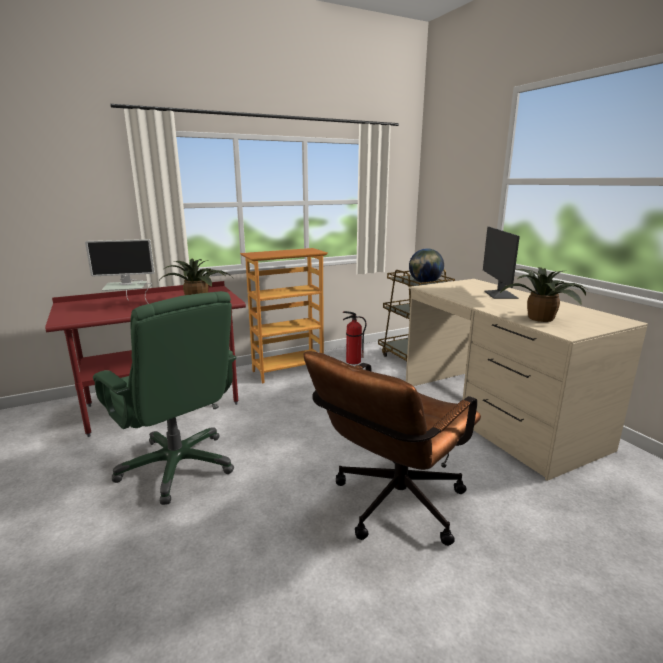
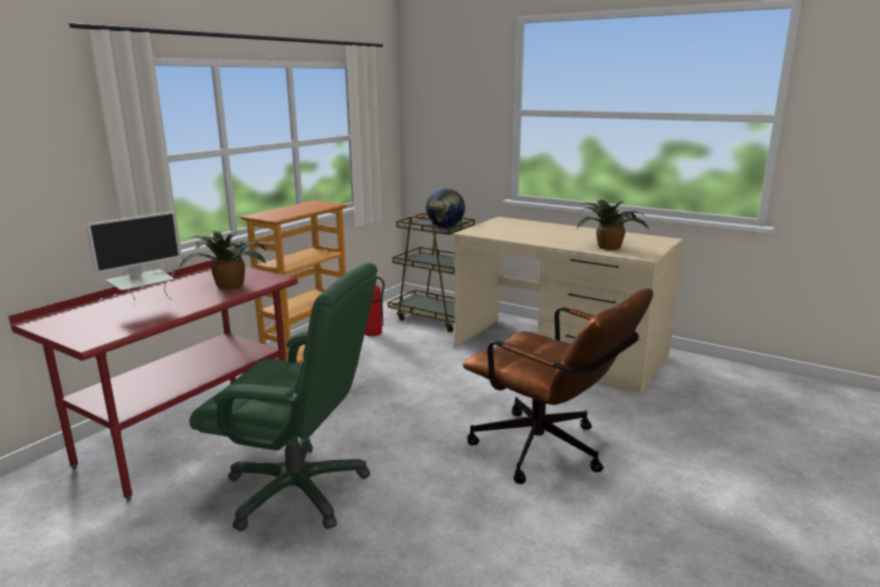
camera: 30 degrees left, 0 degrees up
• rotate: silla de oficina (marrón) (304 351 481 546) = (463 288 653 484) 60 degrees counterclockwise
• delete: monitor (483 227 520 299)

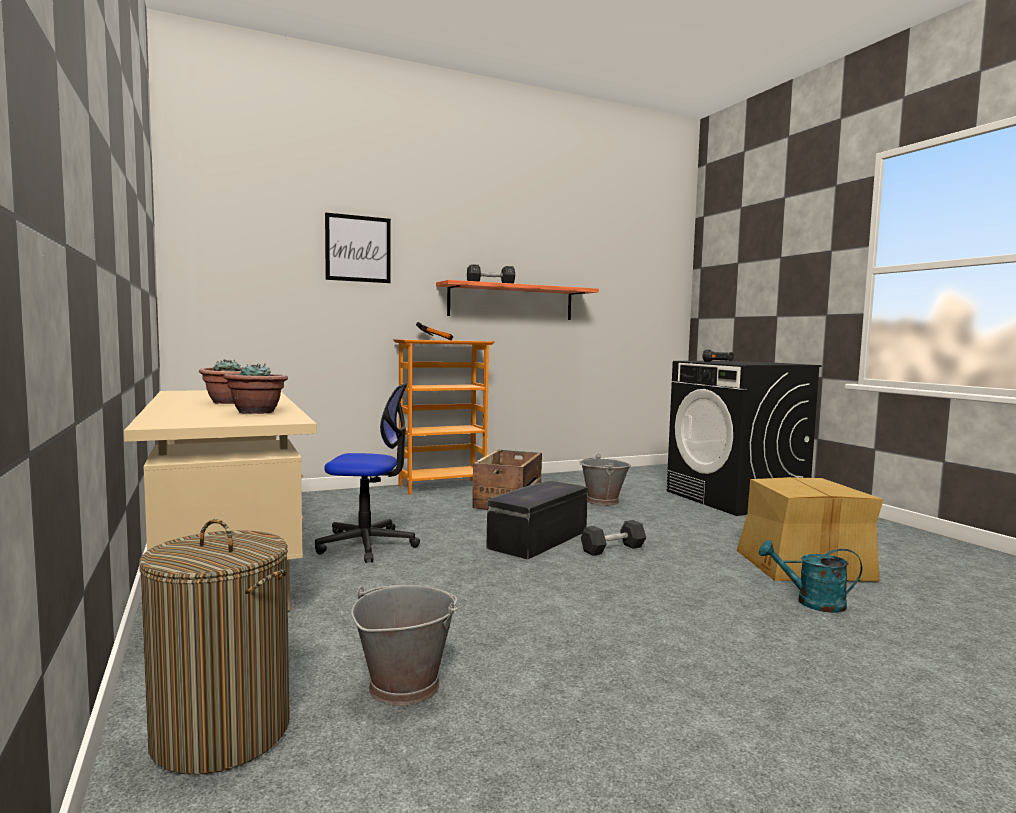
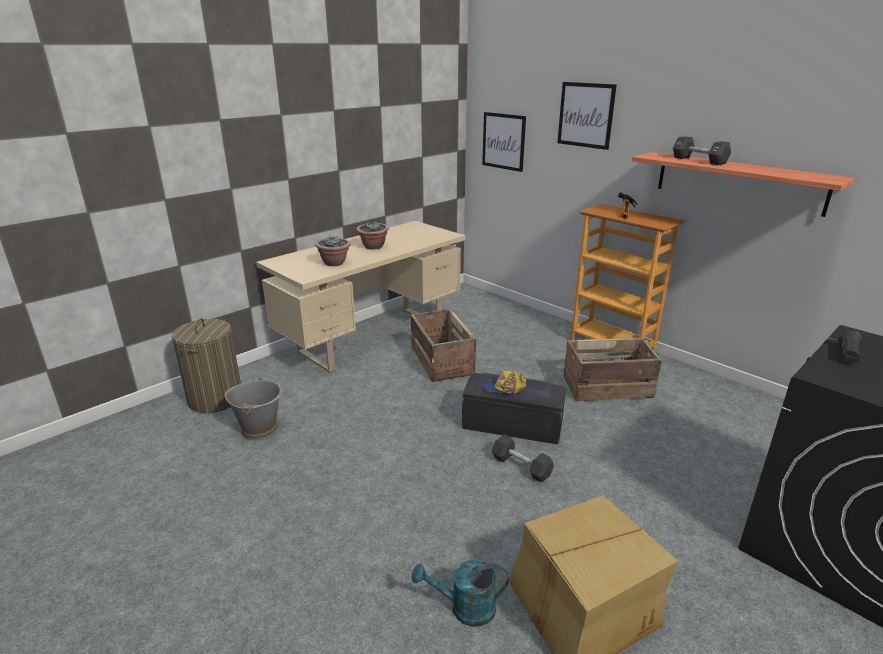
camera: 70 degrees right, 20 degrees up
• replace: silla de oficina (315 383 420 563) to caja de embalaje (411 309 476 382)
• delete: cubo (gris) (579 454 631 506)
• rotate: regadera (turquesa) (759 540 862 613) = (412 560 509 627) 90 degrees counterclockwise
• insert: cuadro (482 112 526 172)
• insert: gorra (484 370 528 393)

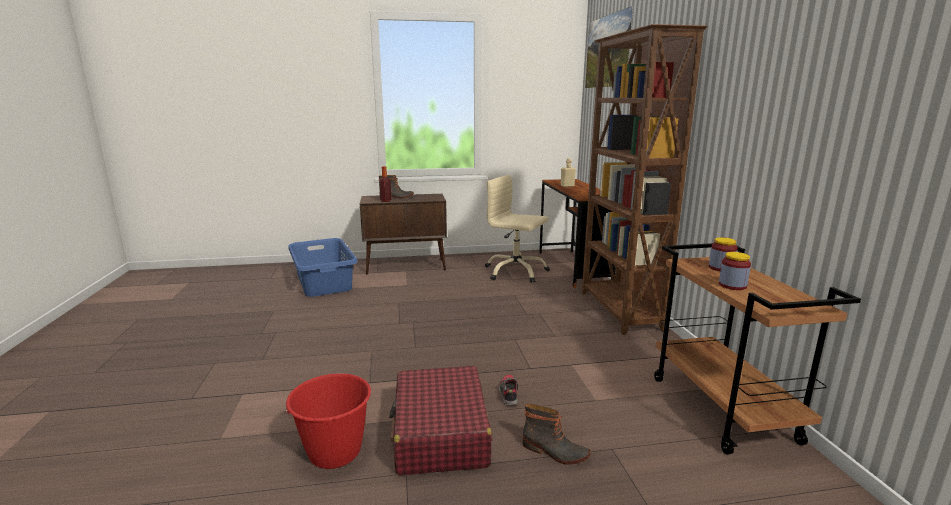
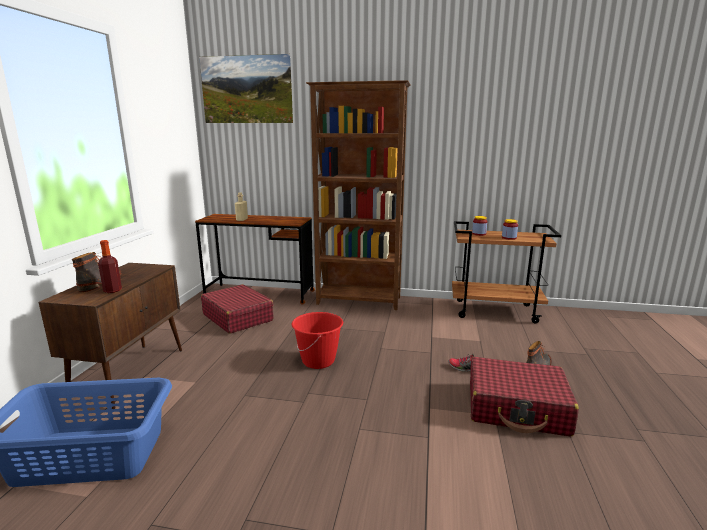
camera: 70 degrees left, 0 degrees up
• move: cubo (rojo) (285 373 371 469) to (292 312 343 369)
• replace: silla de oficina (beis) (485 175 550 283) to maleta (rojo) (201 284 273 334)

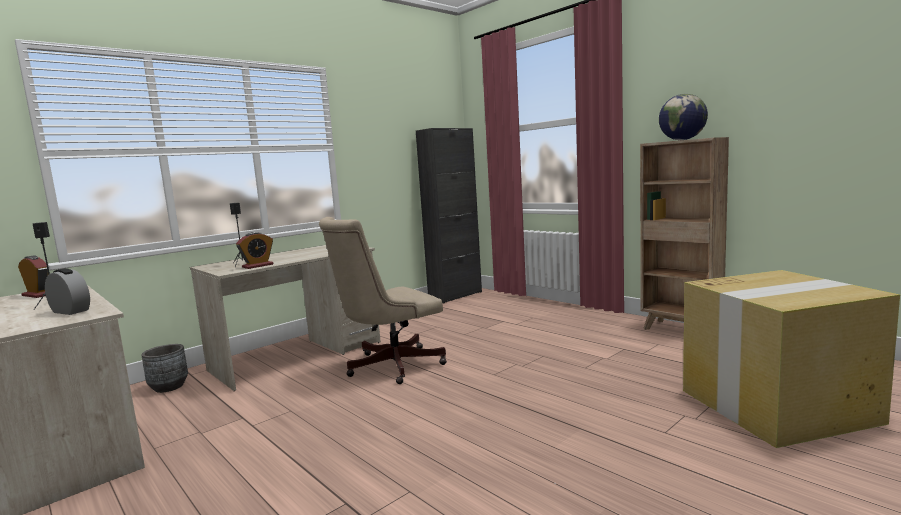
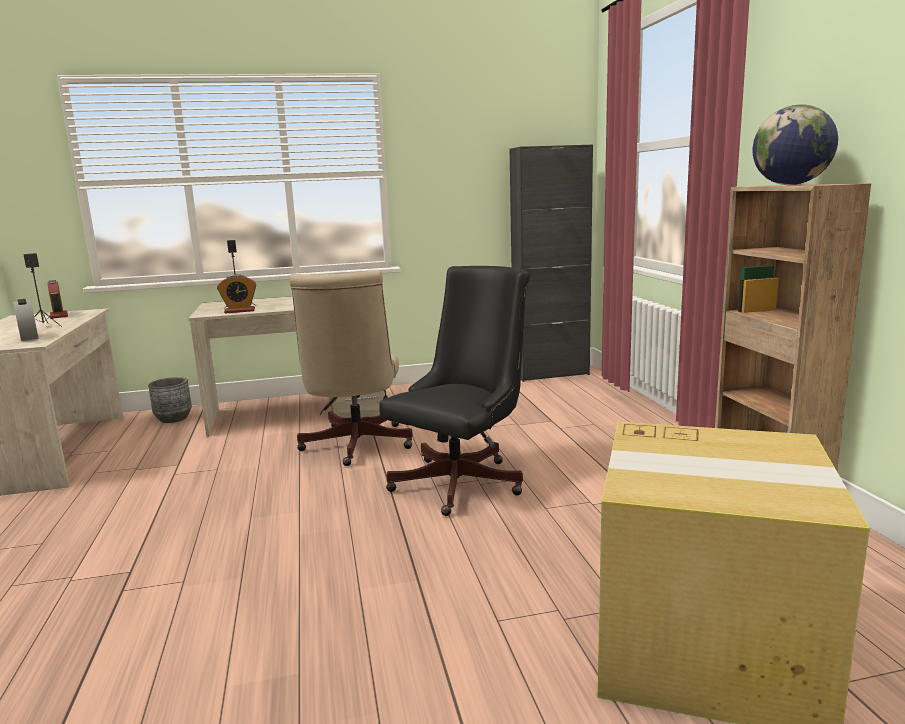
camera: 30 degrees right, 5 degrees up
• rotate: silla de oficina (beis) (319 217 447 384) = (289 270 413 466) 90 degrees counterclockwise
• insert: silla de oficina (negro) (379 266 530 516)

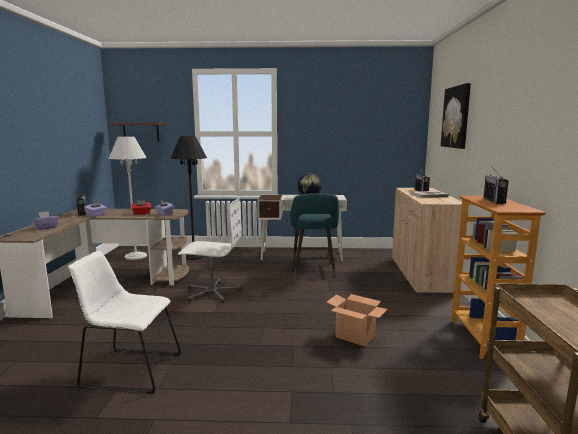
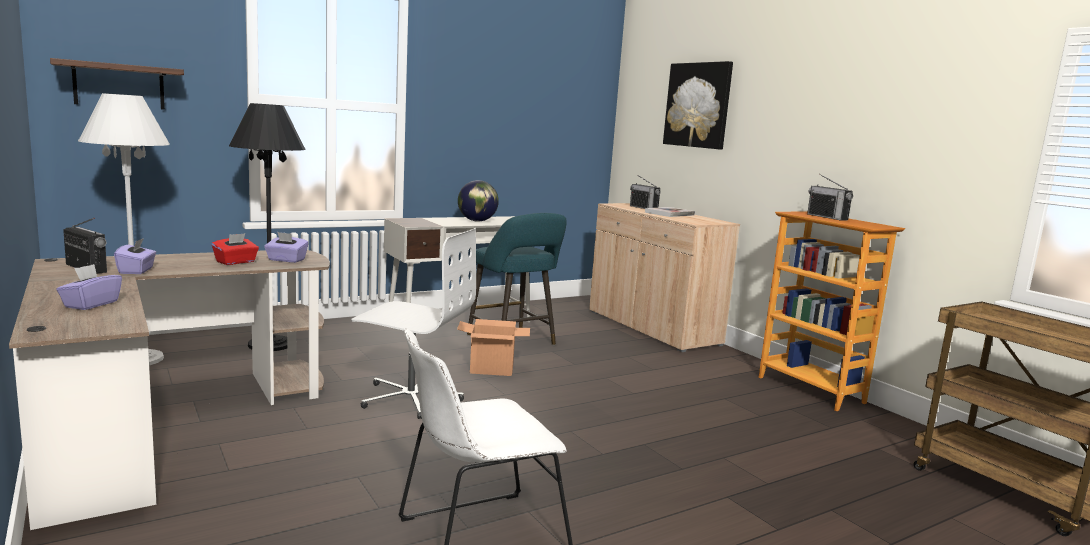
camera: 35 degrees left, 0 degrees up
• rotate: silla de oficina (blanco) (178 197 242 303) = (351 229 476 419) 45 degrees clockwise
• move: caja de cartón (327 294 388 347) to (457 319 530 376)

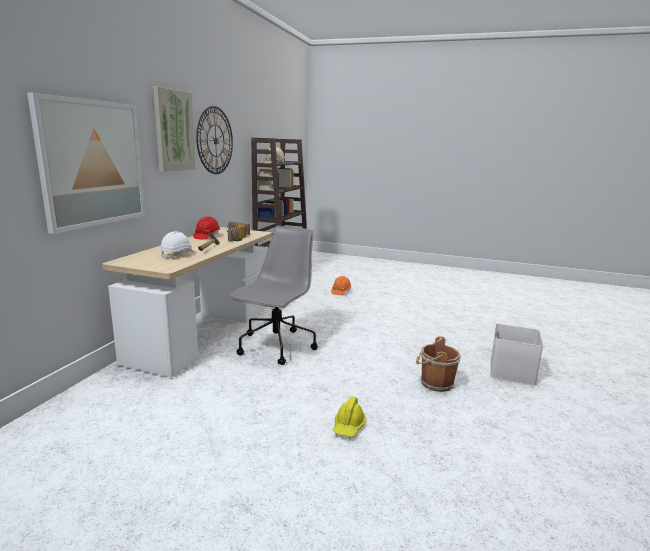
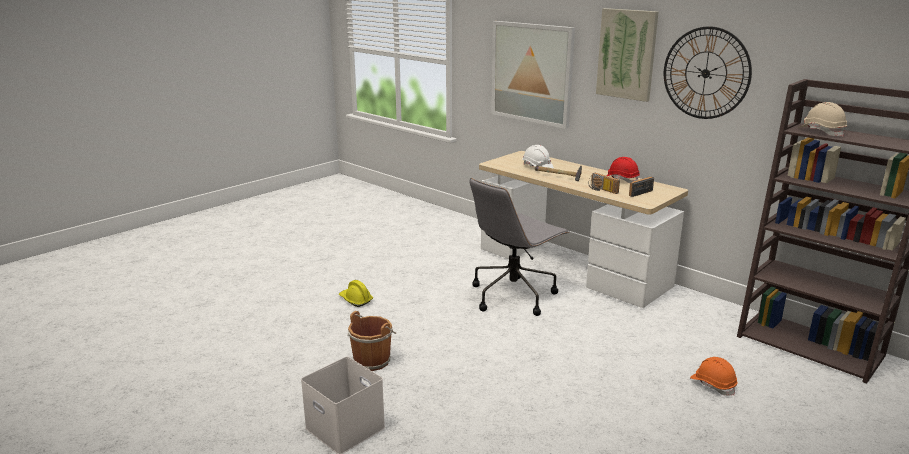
camera: 115 degrees right, 5 degrees up
• rotate: silla de oficina (gris) (228 226 318 365) = (470 178 569 316) 90 degrees clockwise

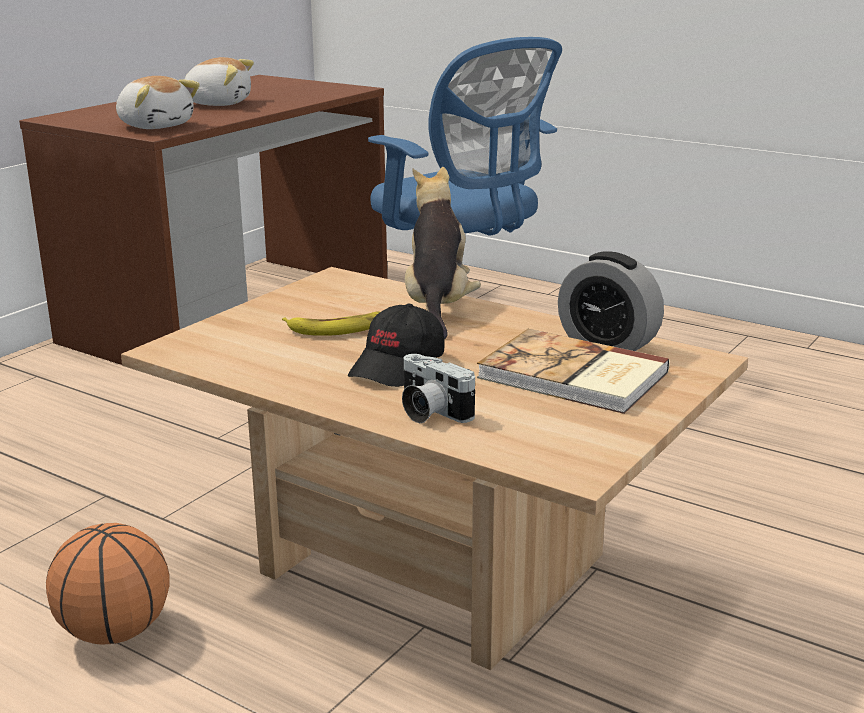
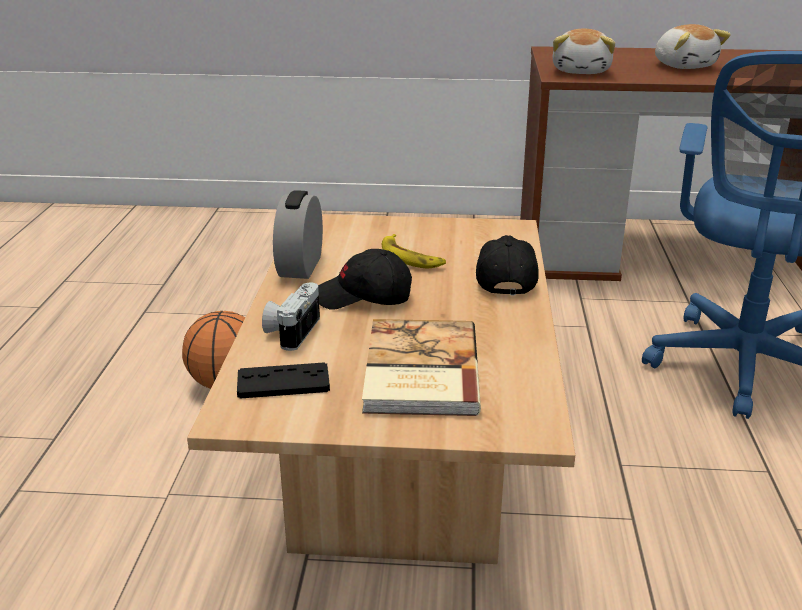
camera: 60 degrees right, 5 degrees up
• replace: peluche (405 167 481 339) to gorra (negro) (476 235 539 295)
• move: despertador (558 251 664 351) to (273 190 323 279)
• insert: mando de consola (negro) (237 362 330 399)

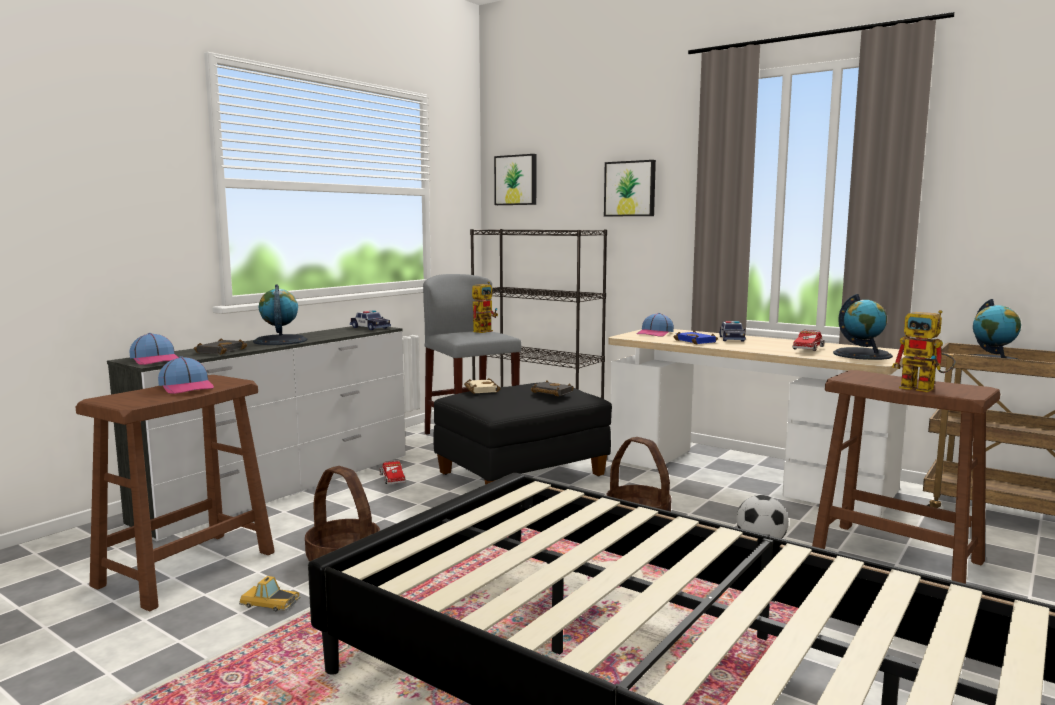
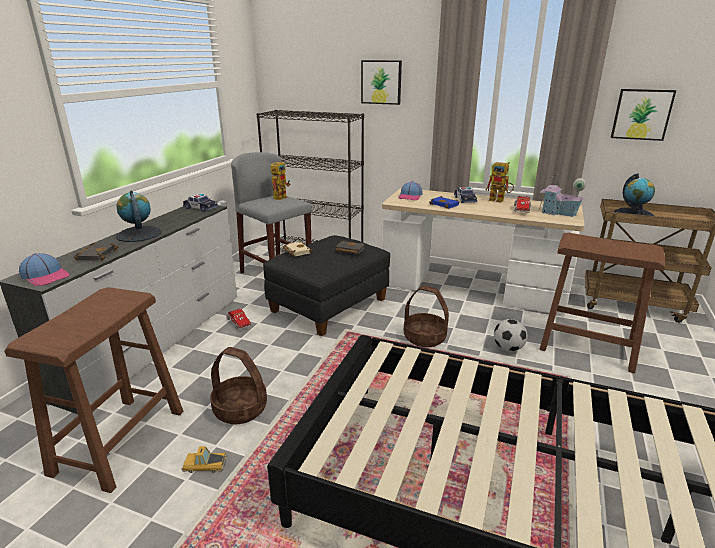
camera: 15 degrees left, 15 degrees up
• delete: gorra (158 356 214 394)
• move: cuadro (494 154 536 205) to (611 89 676 141)
• replace: globo terráqueo (833 294 893 360) to casita (538 173 586 217)
• move: robot de juguete (892 310 956 392) to (486 162 514 203)

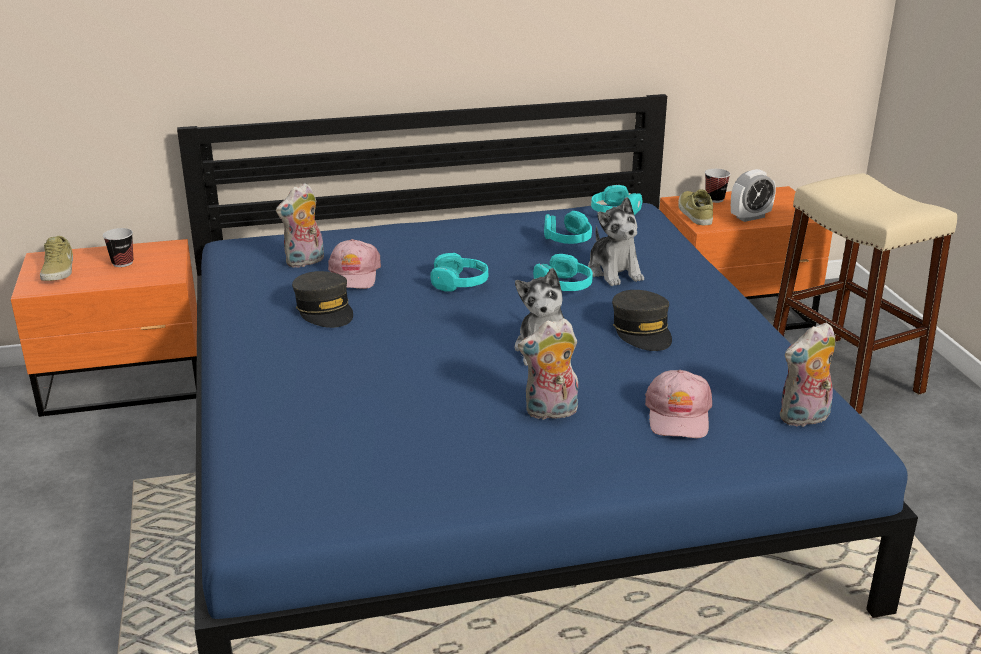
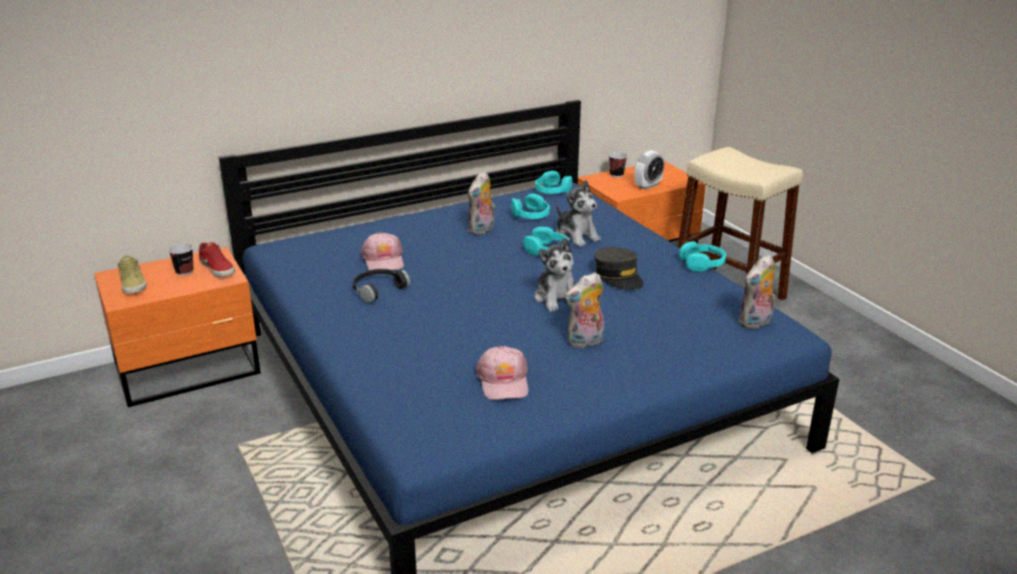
camera: 15 degrees left, 0 degrees up
• move: peluche (276 183 324 268) to (468 171 495 235)
• replace: gorra (gris) (292 271 353 328) to auriculares (negro) (353 269 410 303)
• move: auriculares (turquesa) (430 253 489 292) to (679 241 726 272)
• move: gorra (rosa) (645 370 712 438) to (476 346 528 400)
• delete: zapato (beis) (678 189 713 225)
• insert: zapato (rojo) (199 242 235 277)

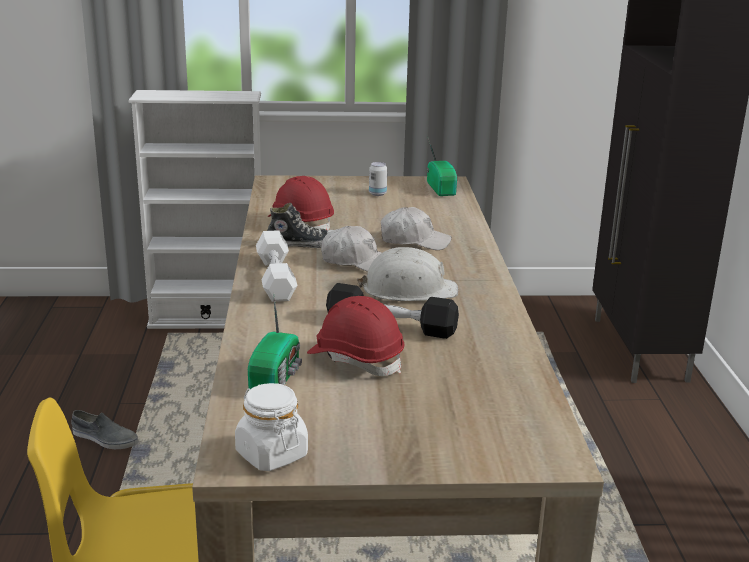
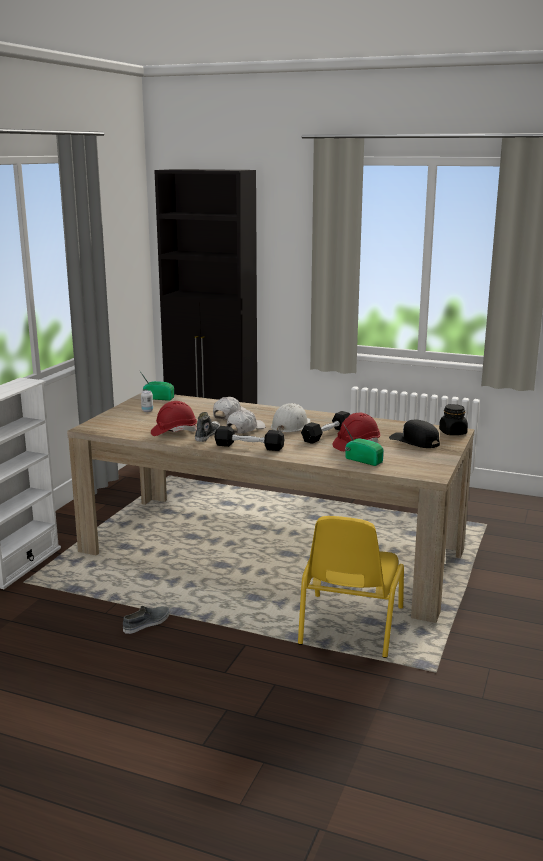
camera: 65 degrees left, 5 degrees down
• delete: tarro (blanco) (235 383 308 471)
• recolor: mancuerna (blanco) (256 230 297 302) to mancuerna (negro) (215 426 284 451)
• insert: gorra (negro) (389 419 440 448)
• insert: tarro (negro) (439 404 468 435)

